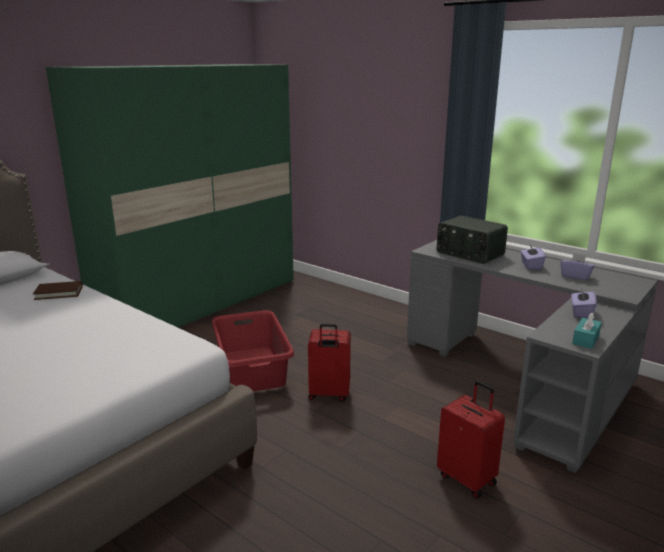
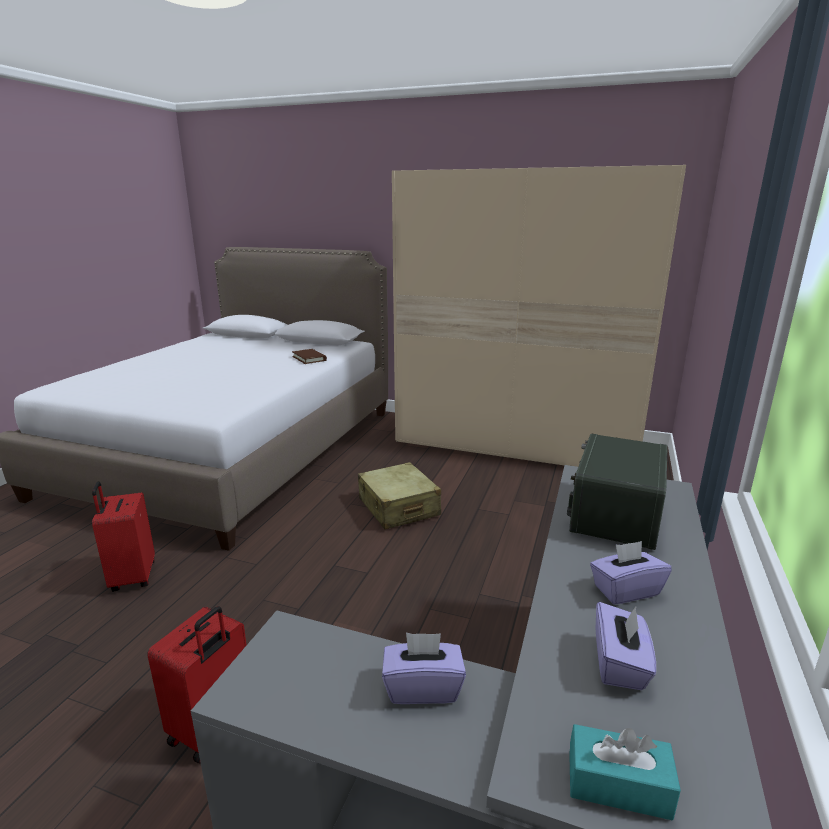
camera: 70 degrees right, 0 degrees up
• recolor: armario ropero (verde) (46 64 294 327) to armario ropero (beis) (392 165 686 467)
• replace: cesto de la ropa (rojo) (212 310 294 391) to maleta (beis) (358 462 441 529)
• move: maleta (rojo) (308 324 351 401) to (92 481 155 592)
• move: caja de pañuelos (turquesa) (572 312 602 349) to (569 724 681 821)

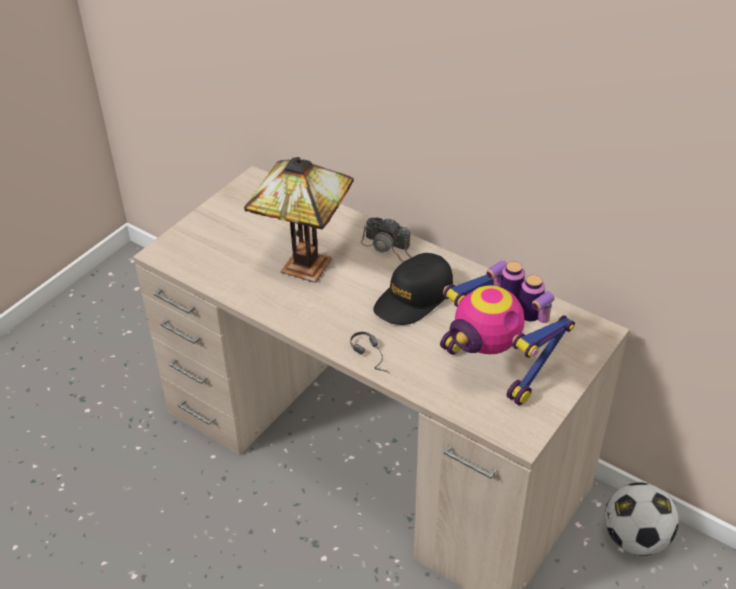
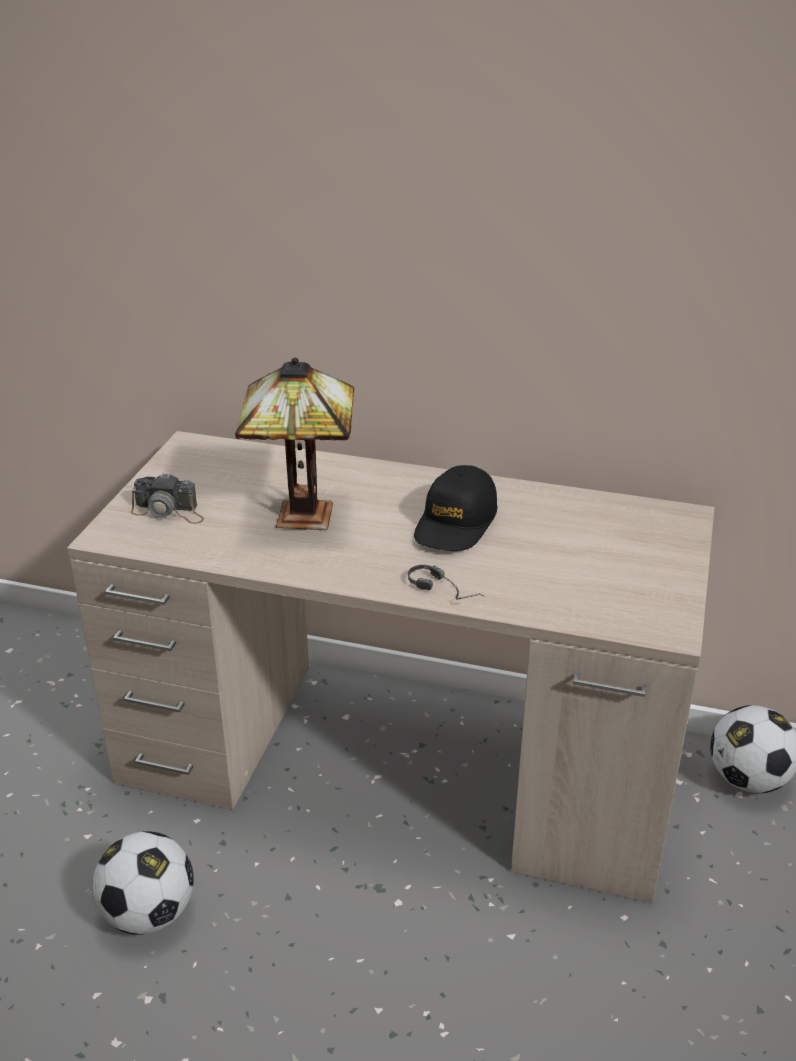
camera: 20 degrees left, 10 degrees down
• move: cámara (361 217 412 262) to (131 473 204 524)
• delete: robot de juguete (440 260 575 406)
• insert: balón de fútbol (92 831 194 935)

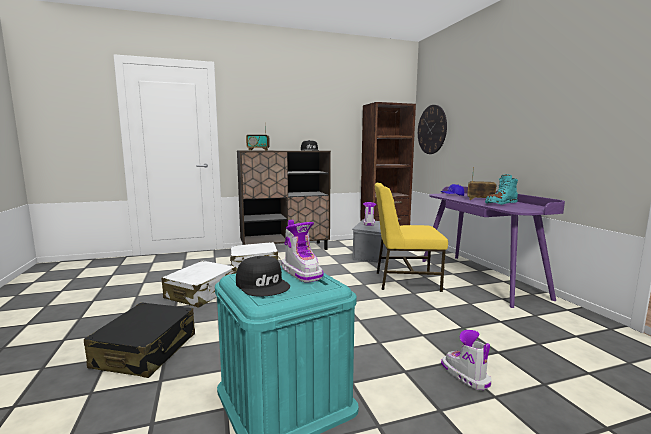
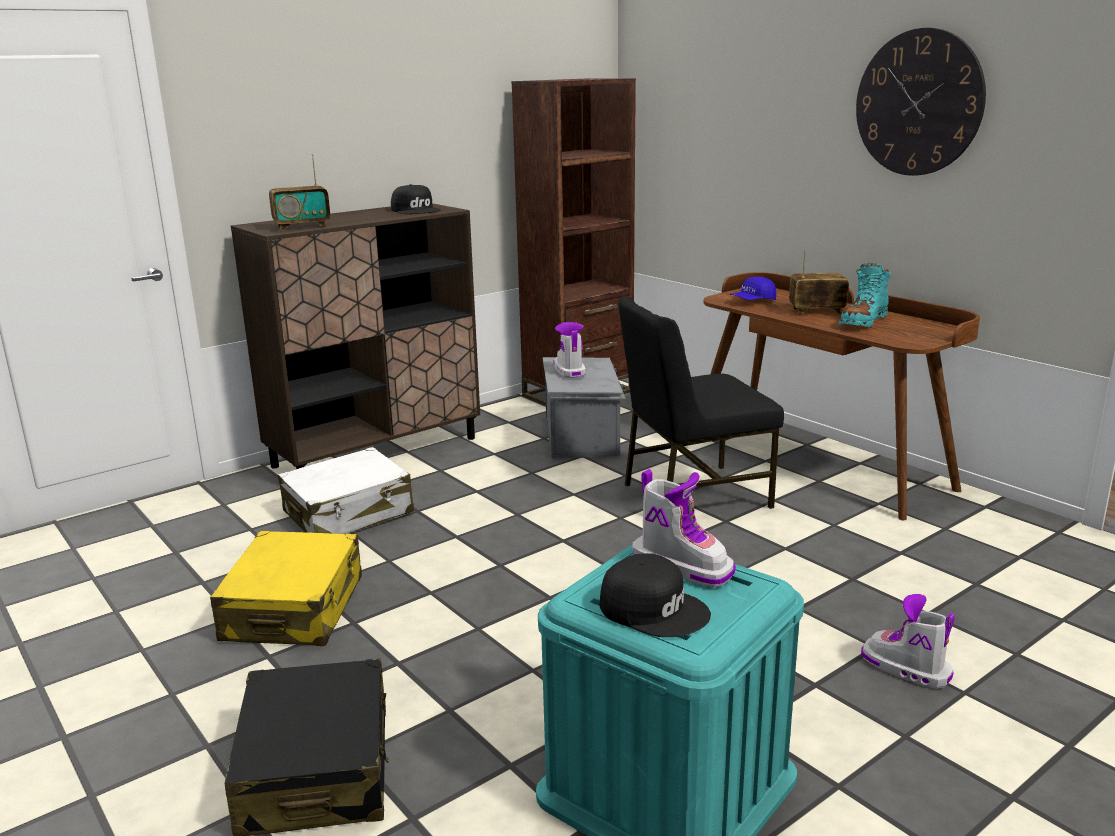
camera: 20 degrees left, 10 degrees up
• recolor: maleta (blanco) (161 260 236 308) to maleta (amarillo) (210 531 362 646)
• recolor: silla (amarillo) (375 183 448 292) to silla (negro) (619 297 784 509)
• move: reloj de pared (418 105 447 154) to (856 28 986 176)
• recolor: escritorio (morado) (422 186 565 308) to escritorio (marrón) (704 272 980 520)

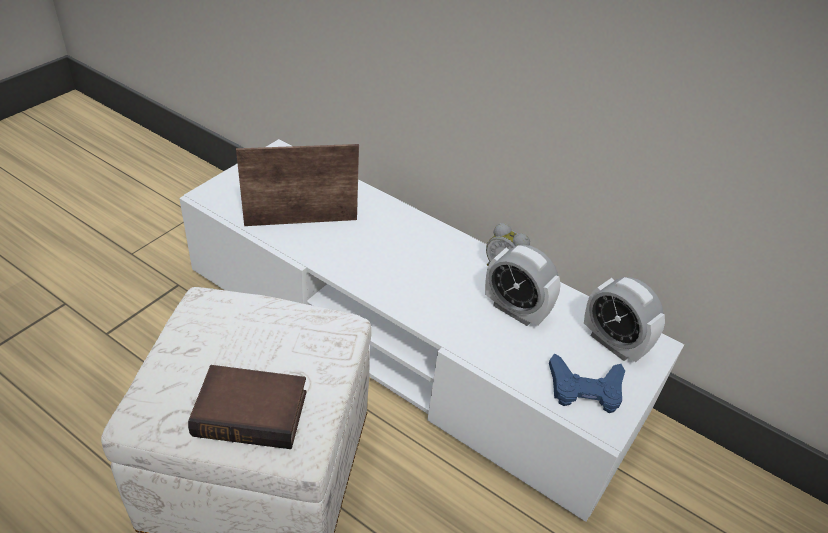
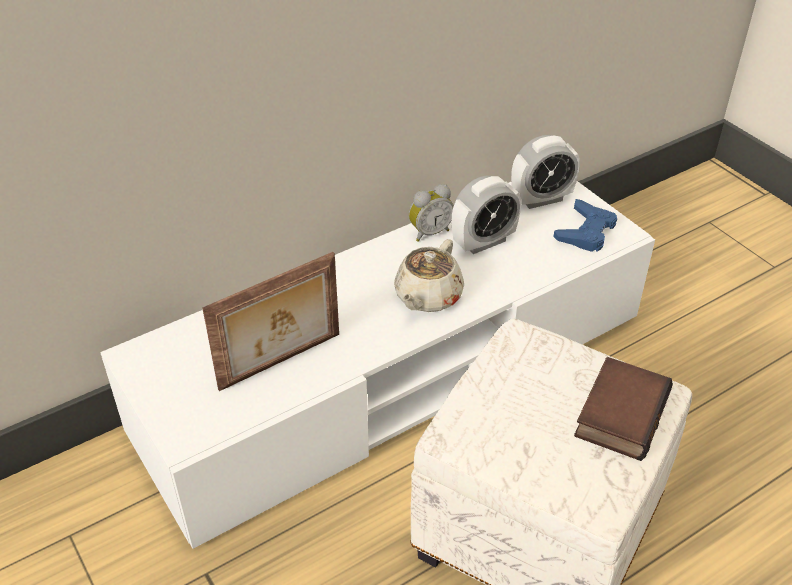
camera: 65 degrees left, 0 degrees up
• rotate: portarretratos (236 144 359 226) = (202 252 339 391) 135 degrees counterclockwise
• insert: tetera (beis) (394 239 464 312)

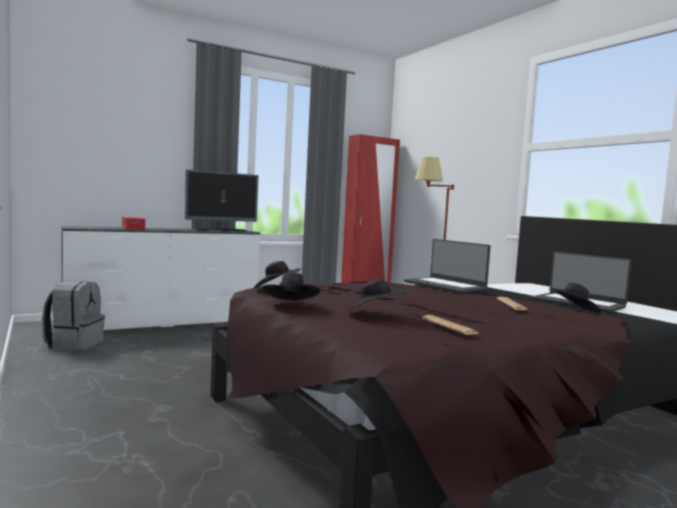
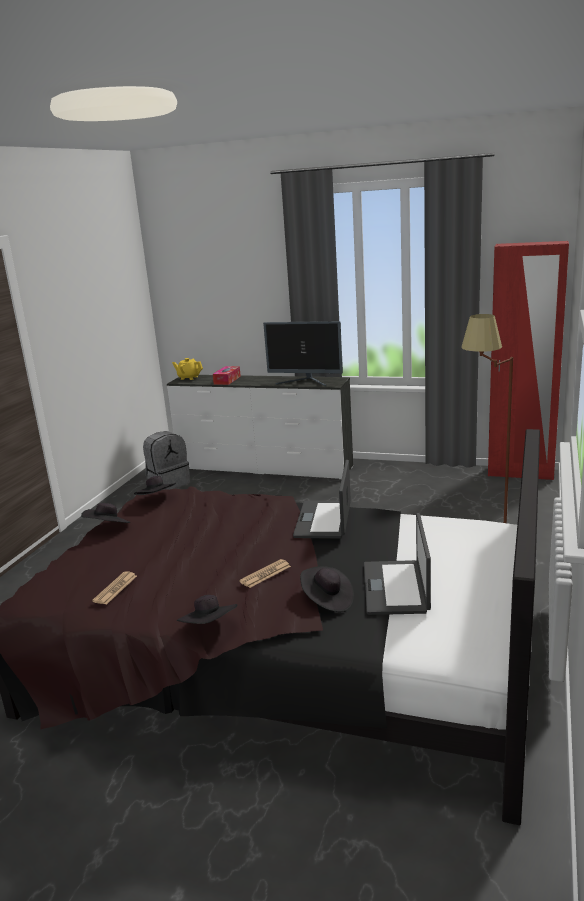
camera: 50 degrees right, 15 degrees up
• move: sombrero (negro) (348 279 405 312) to (177 595 238 624)
• insert: tetera (amarillo) (172 358 203 380)

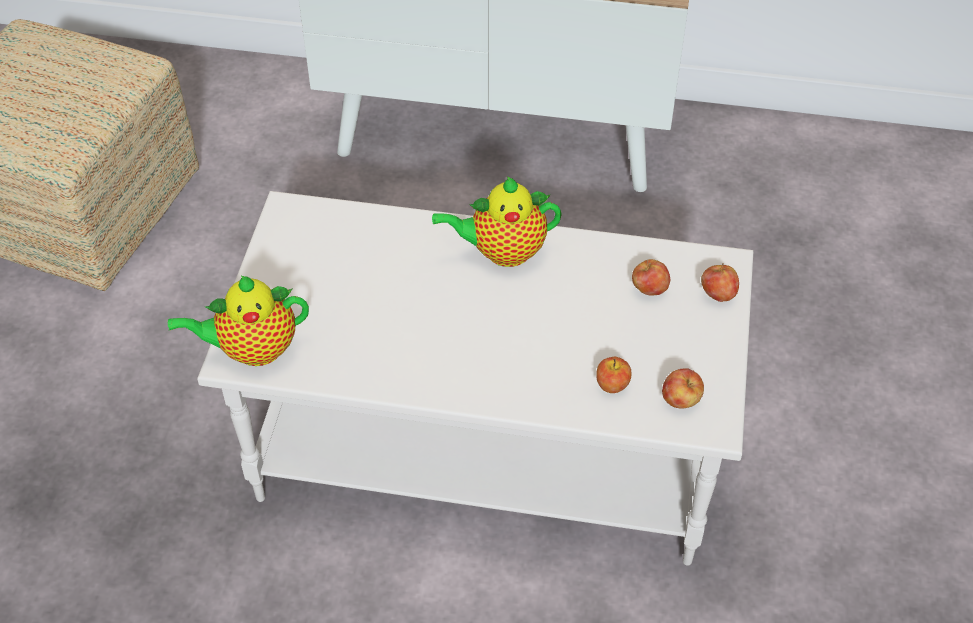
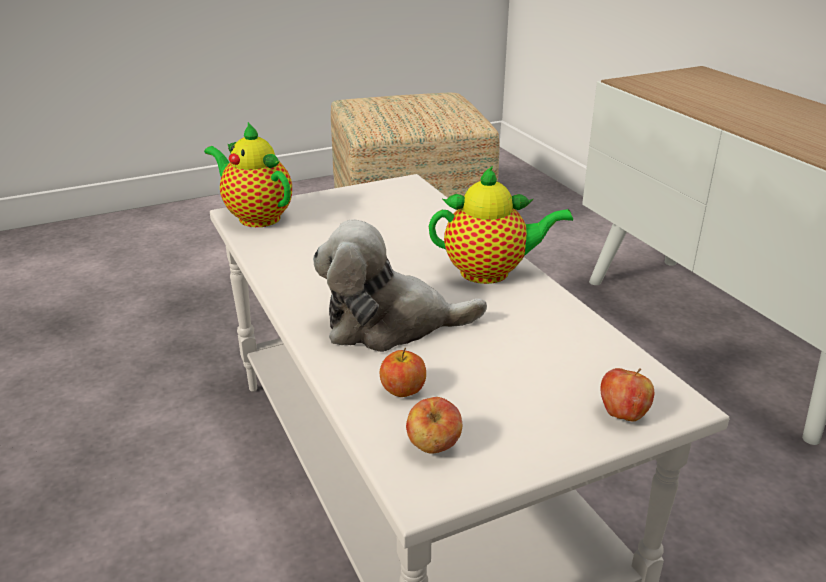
camera: 55 degrees right, 20 degrees down
• rotate: tetera (432 177 562 267) = (429 166 573 284) 135 degrees clockwise
• delete: manzana (632 259 670 296)
• insert: peluche (313 219 487 352)

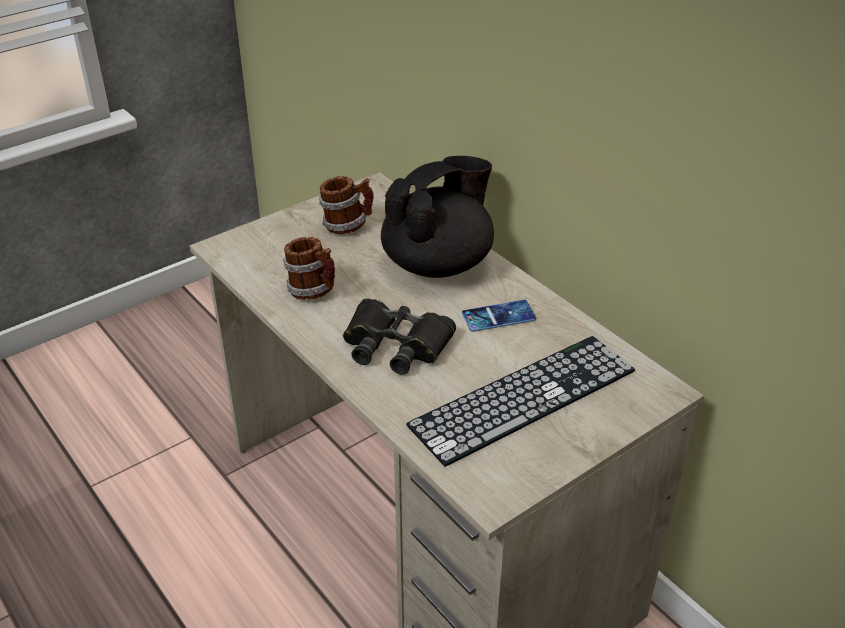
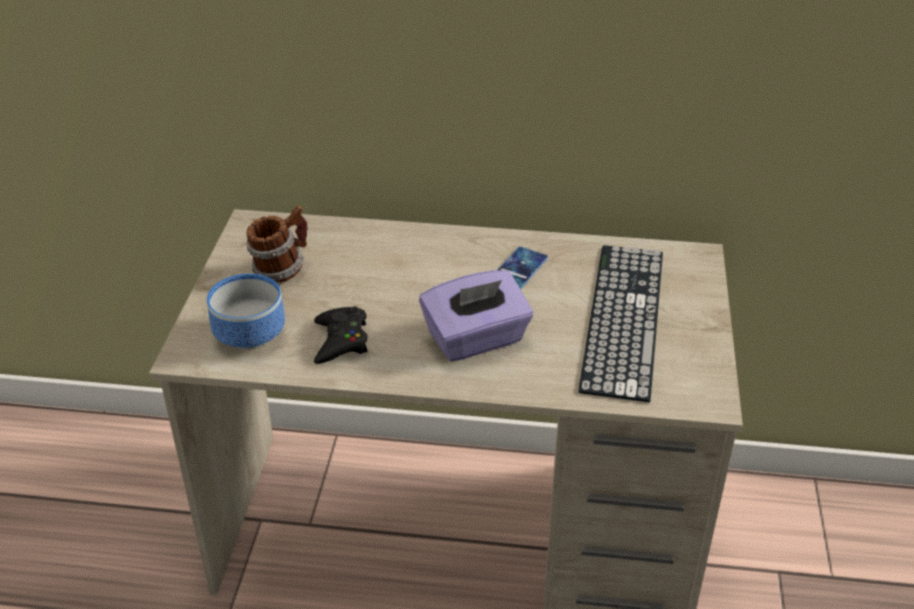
camera: 45 degrees left, 0 degrees up
• replace: taza grande (283 237 335 300) to mando de consola (negro) (314 306 368 364)
• replace: prismáticos (negro) (343 298 456 375) to caja de pañuelos (morado) (419 270 533 362)
• delete: tetera (negro) (381 156 494 278)
• insert: cuenco (207 274 285 350)

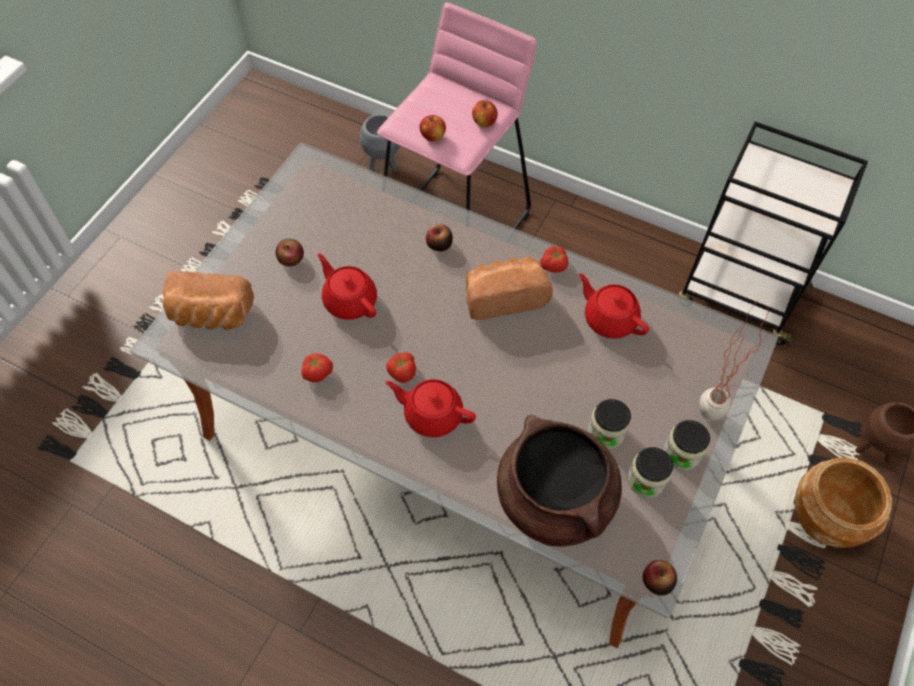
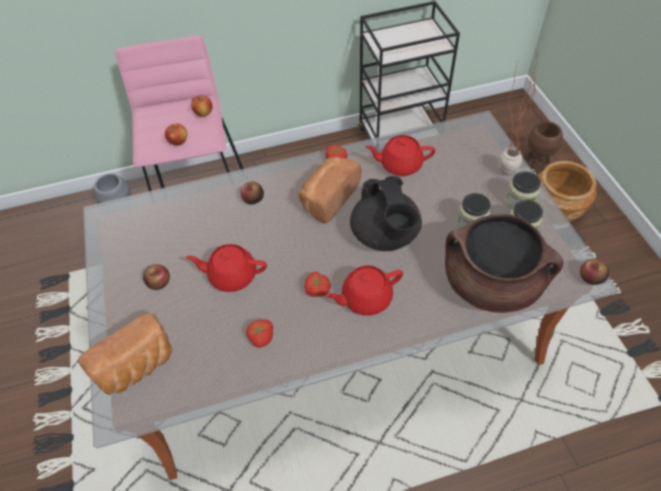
camera: 40 degrees left, 5 degrees down
• insert: tetera (negro) (350 176 422 251)

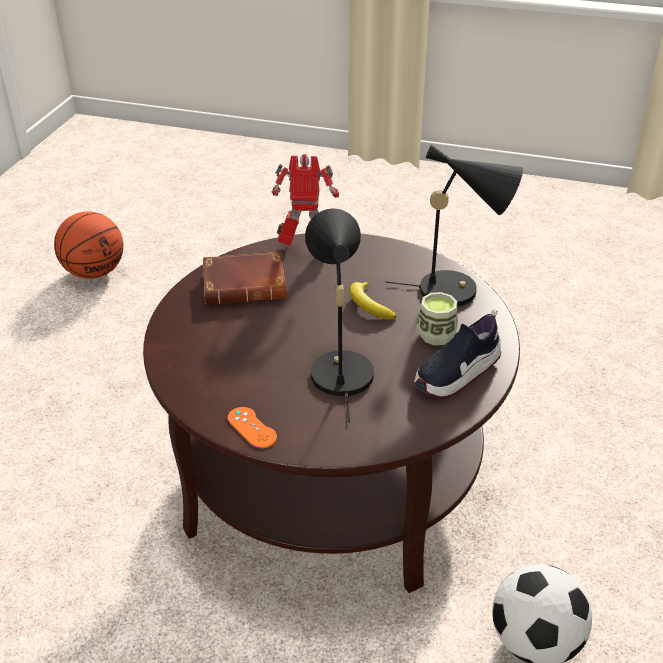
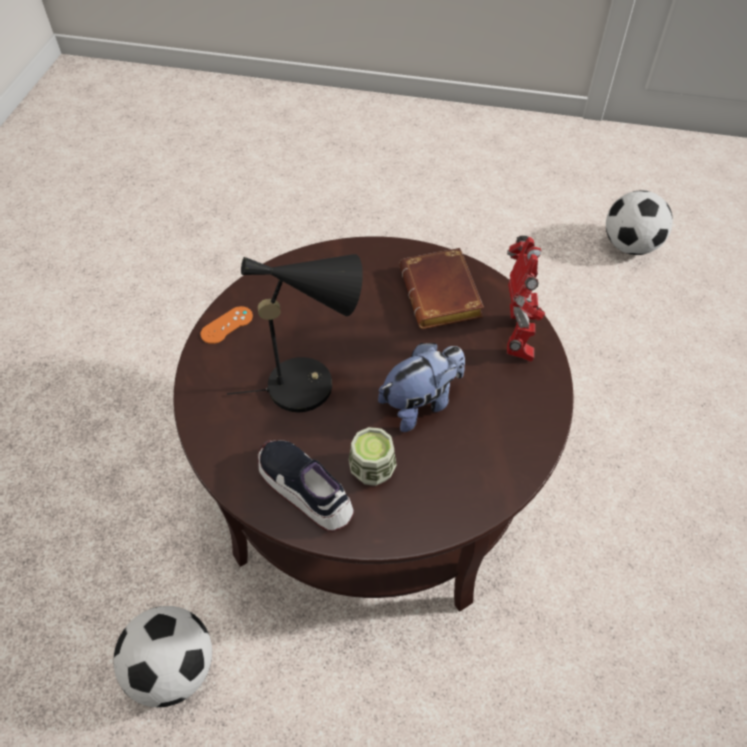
camera: 85 degrees right, 15 degrees up
• replace: balón de baloncesto (54 211 124 279) to balón de fútbol (606 191 673 255)
• replace: plátano (349 282 396 320) to peluche (378 343 465 432)
• delete: lámpara de mesa (negro) (385 145 523 306)

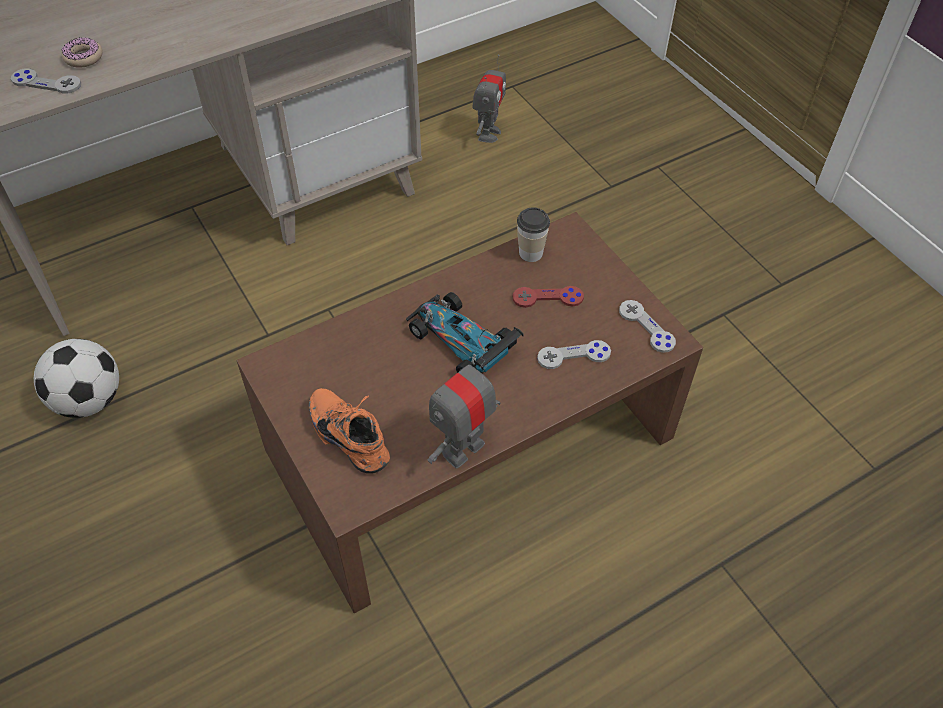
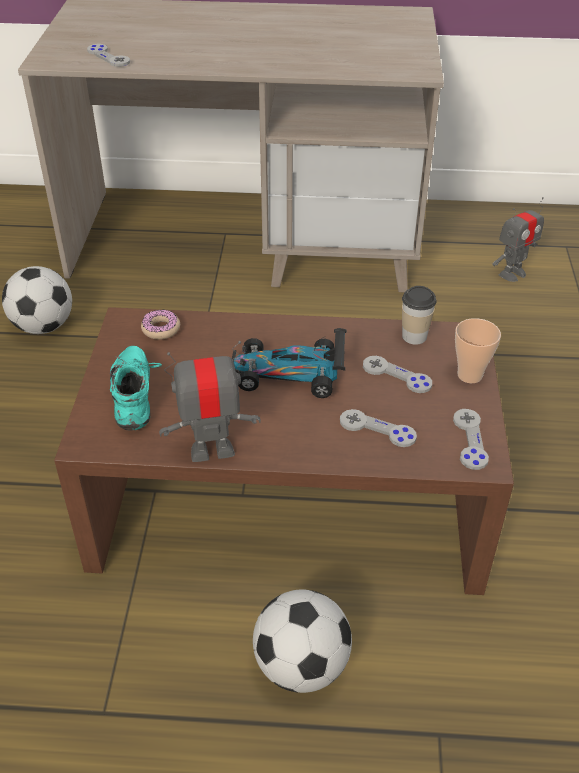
camera: 35 degrees right, 10 degrees down
• move: rosquilla (62 37 103 68) to (141 309 180 340)
• recolor: zapato (naranja) (309 388 390 474) to zapato (turquesa) (110 346 162 430)
• rotate: coche de juguete (406 292 524 373) = (232 328 346 398) 75 degrees counterclockwise
• recolor: mando de consola (rojo) (513 286 584 308) to mando de consola (gris) (363 356 432 393)
• insert: balón de fútbol (253 589 352 693)
• insert: taza (455 318 501 383)

